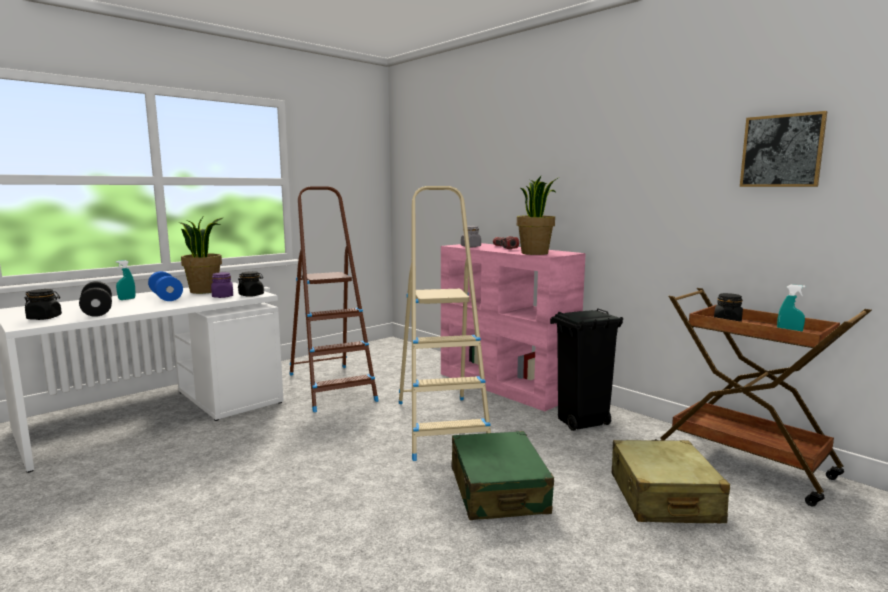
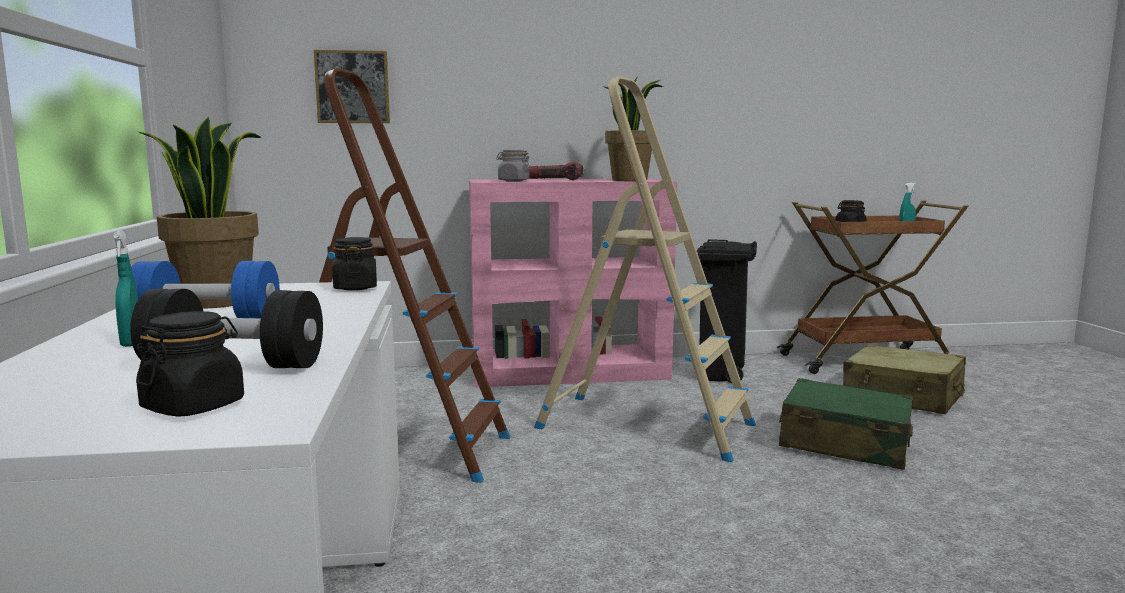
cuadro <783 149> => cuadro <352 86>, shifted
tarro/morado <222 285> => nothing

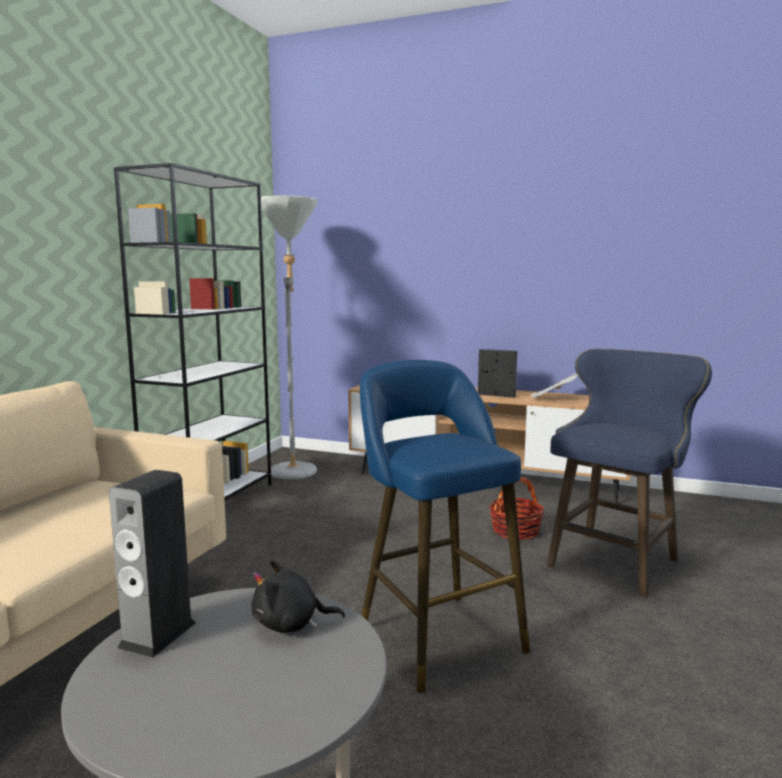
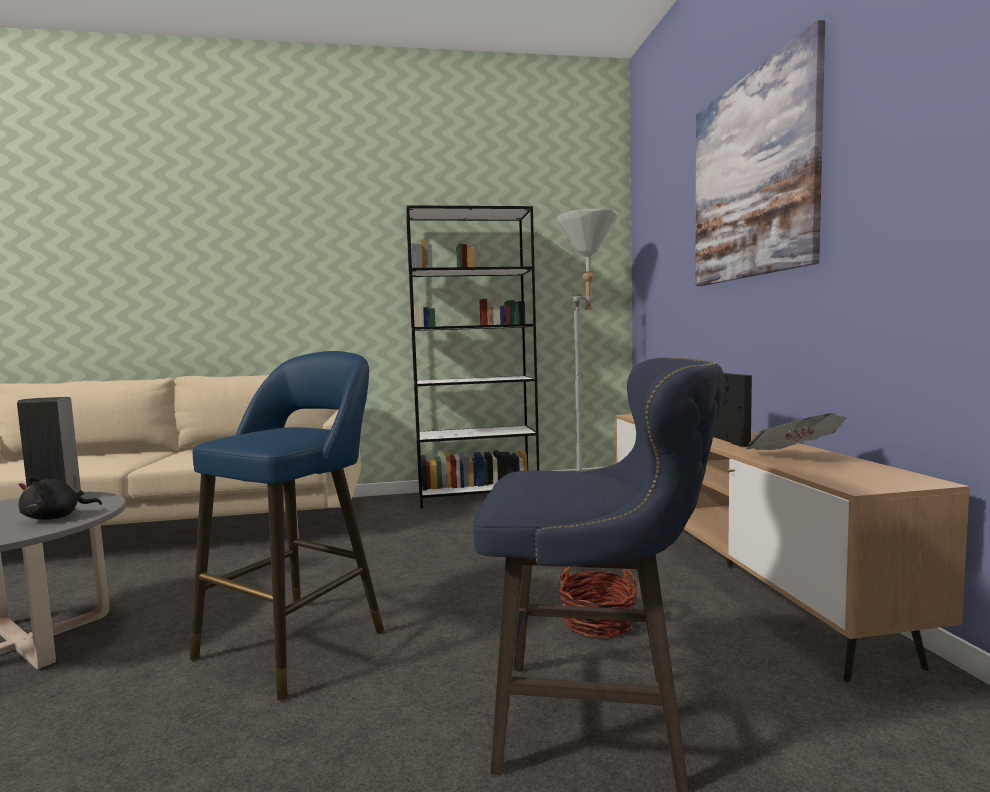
peluche/negro <298 596> => peluche/negro <60 498>, 105 degrees counterclockwise
nothing => cuadro <760 153>

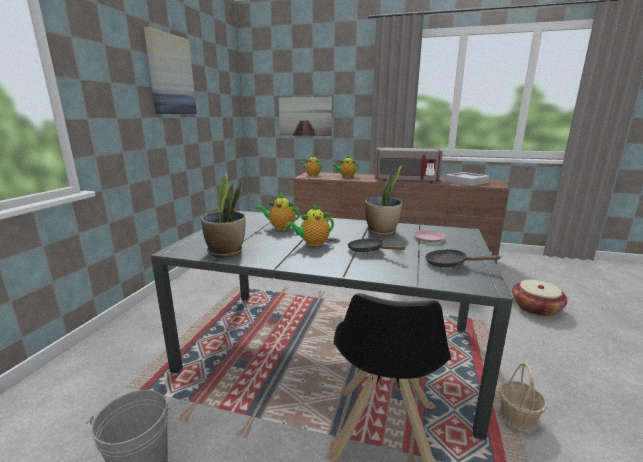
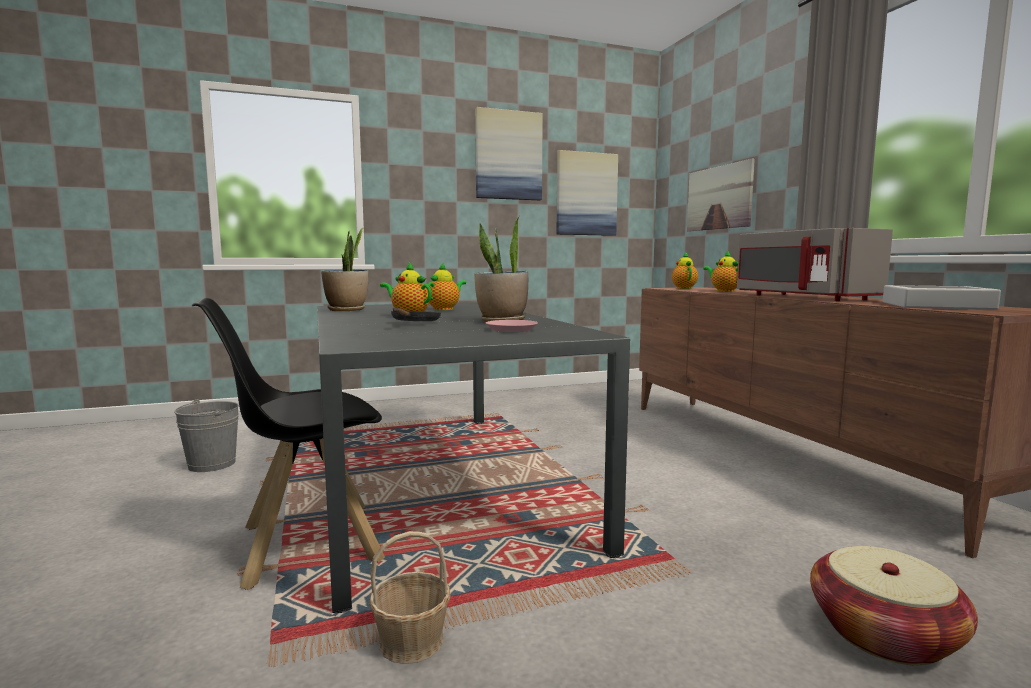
tetera <278 211> => tetera <446 286>, 60 degrees clockwise
nothing => cuadro <587 193>
sartén/negro <463 258> => nothing

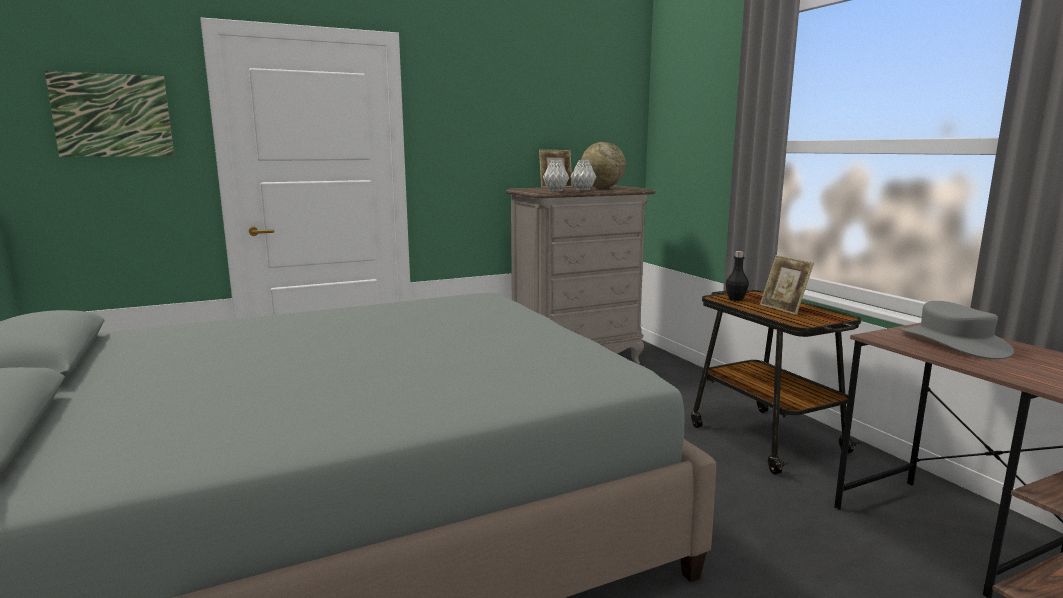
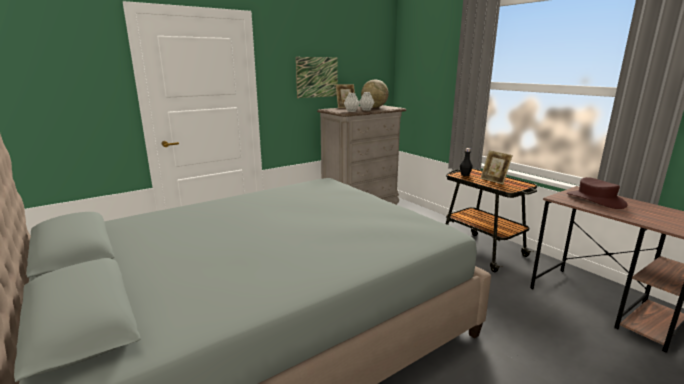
cuadro <109 114> => cuadro <317 77>, shifted
sombrero/gris <957 330> => sombrero/marrón <597 193>

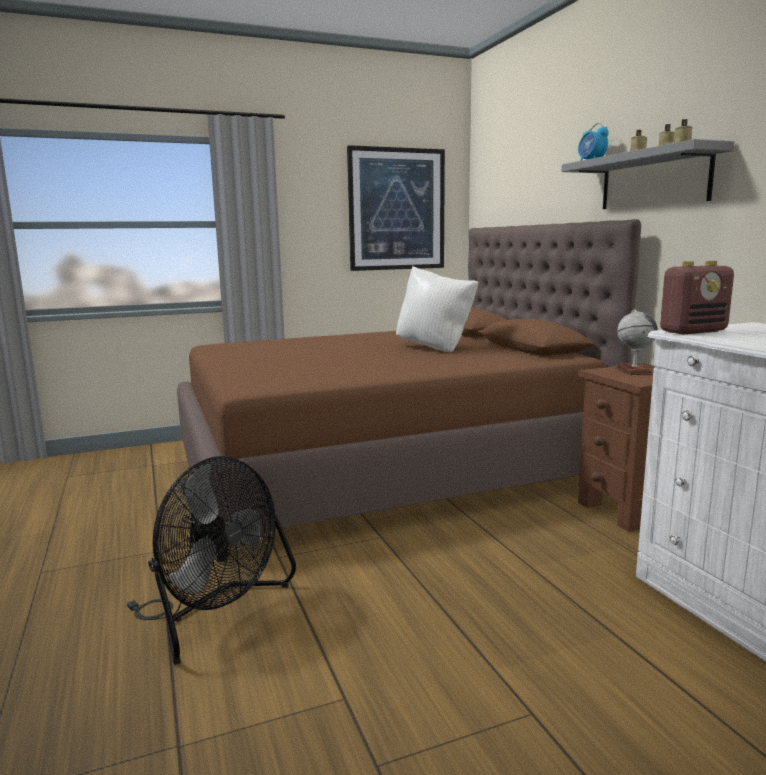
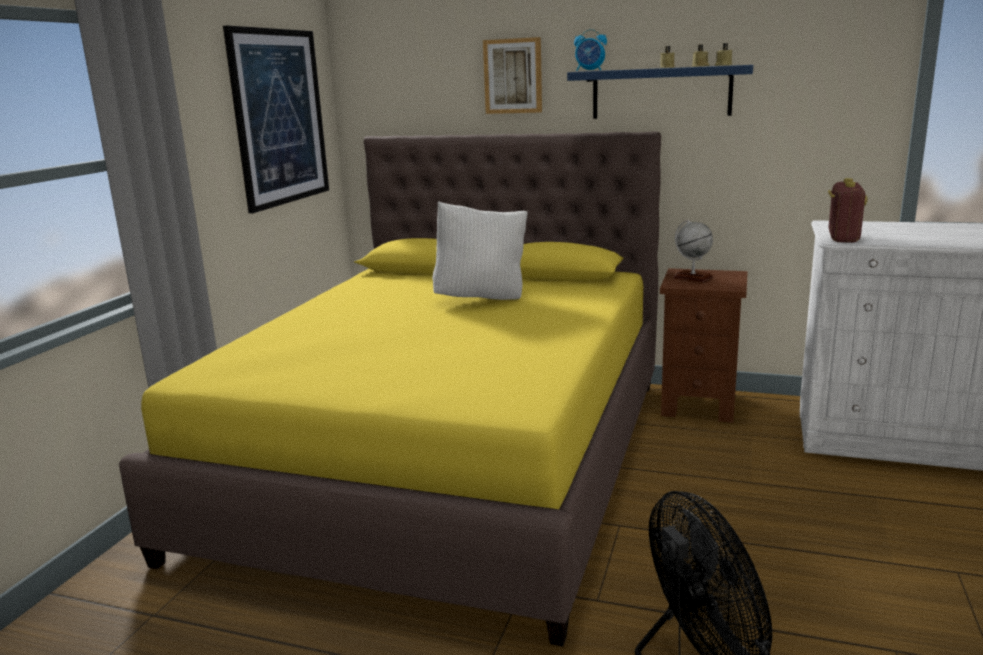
cama/marrón <409 390> => cama/amarillo <390 389>
nothing => cuadro <512 75>
estante/gris <647 174> => estante/azul <660 92>

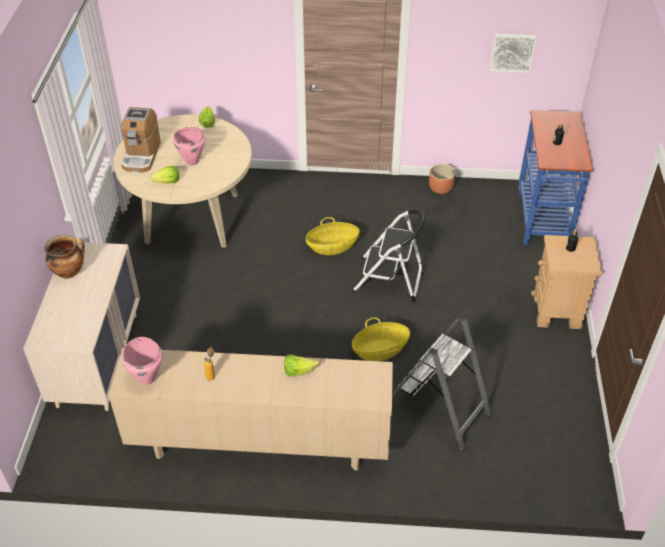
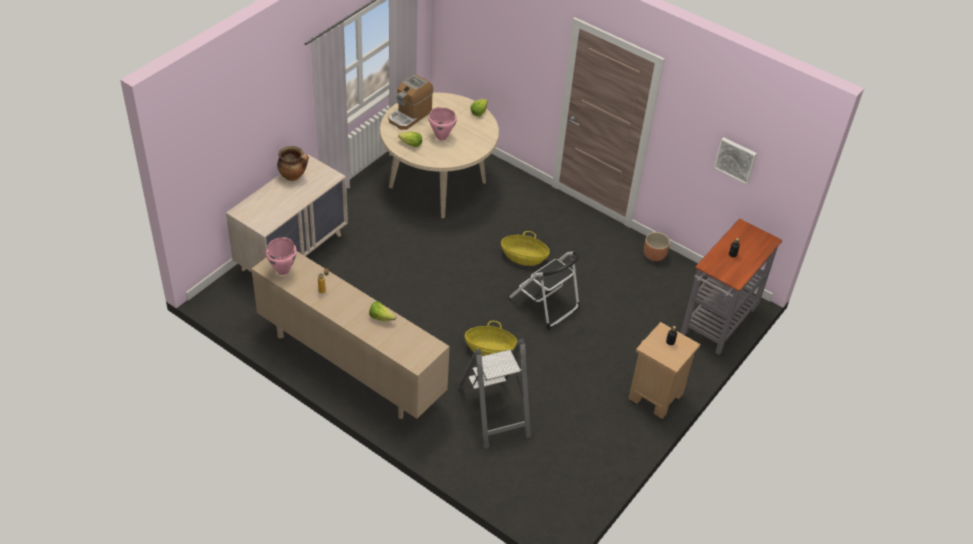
carrito/azul <555 177> => carrito/gris <731 287>

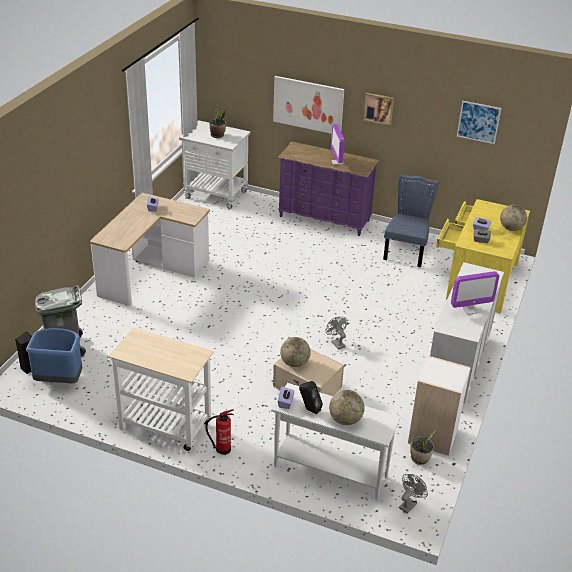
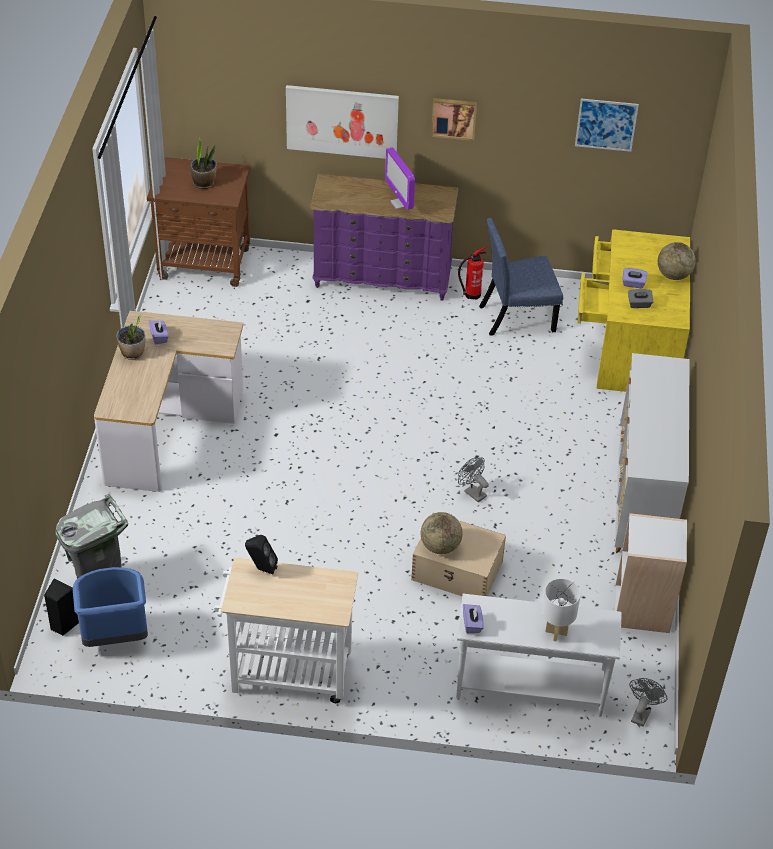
planta en maceta <423 447> => planta en maceta <130 337>, shifted
carrito/blanco <215 164> => carrito/marrón <198 222>
altavoz/negro <311 398> => altavoz/negro <261 554>, shifted
extintor <219 432> => extintor <472 272>, shifted
silla/azul <411 220> => silla/azul <521 277>, 105 degrees counterclockwise
globo terráqueo <347 407> => lámpara de mesa/blanco <561 610>
monitor <475 293> => nothing

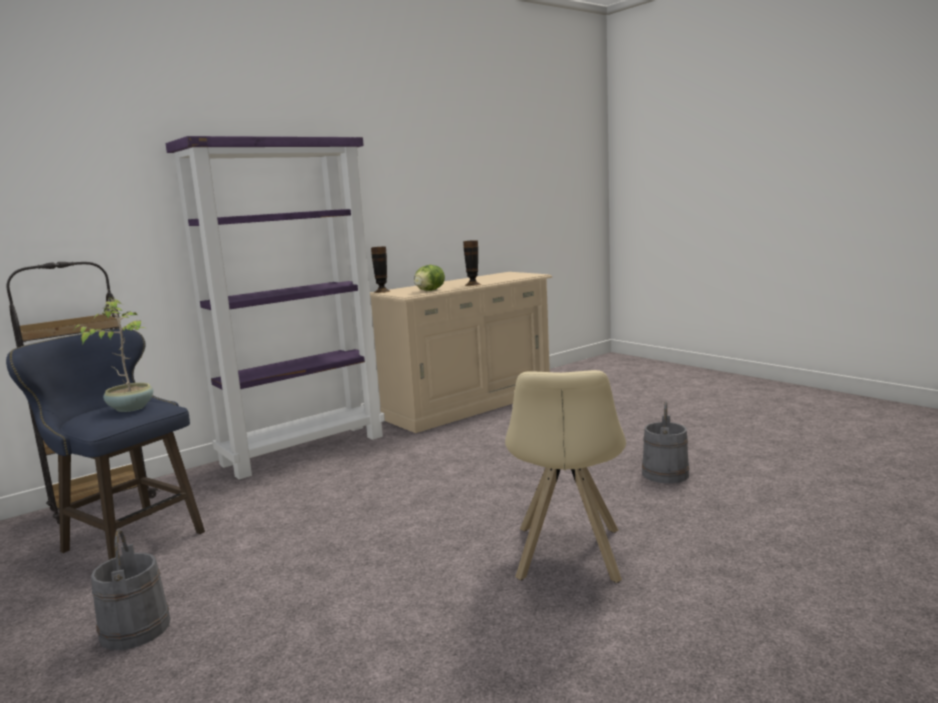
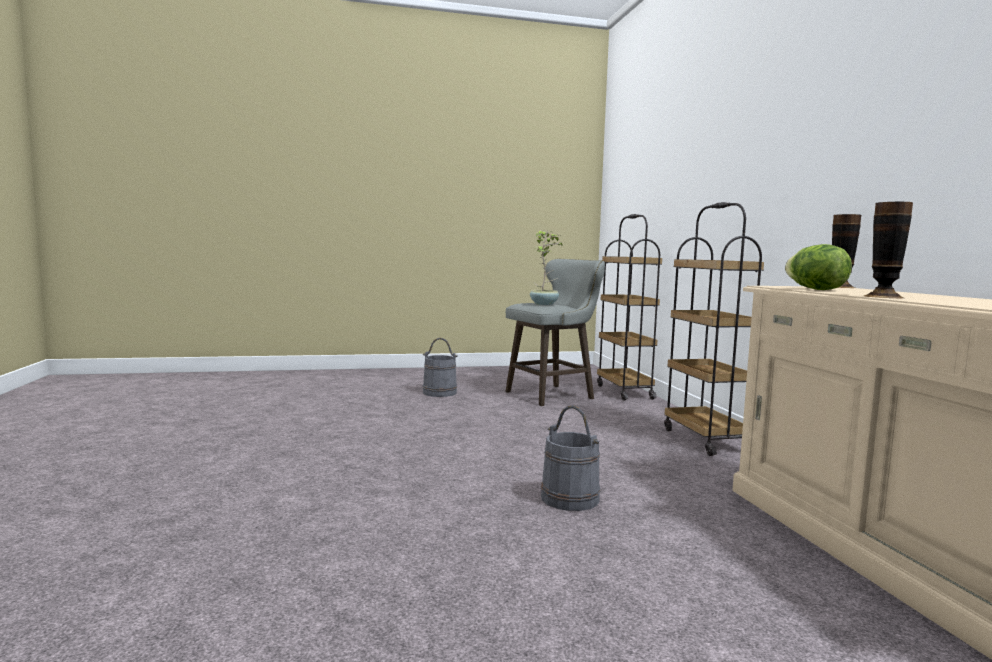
taburete/azul <105 444> => taburete/gris <555 332>
cubo/gris <665 442> => cubo/gris <570 458>, shifted
estantería/morado <275 308> => carrito/marrón <714 329>
silla/beis <565 476> => nothing

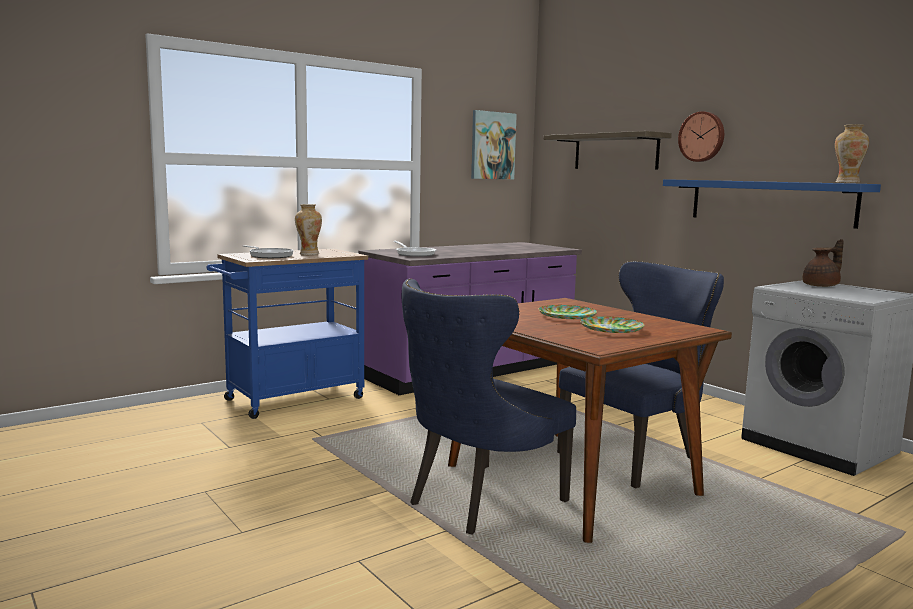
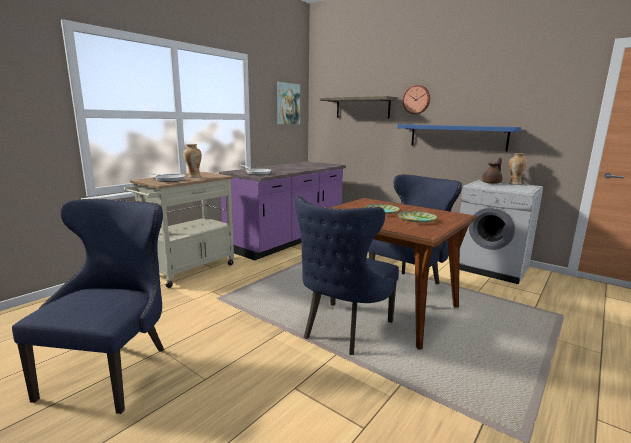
nothing => silla/azul <88 306>
carrito/azul <287 334> => carrito/beis <179 230>
florero <852 153> => florero <518 169>, shifted

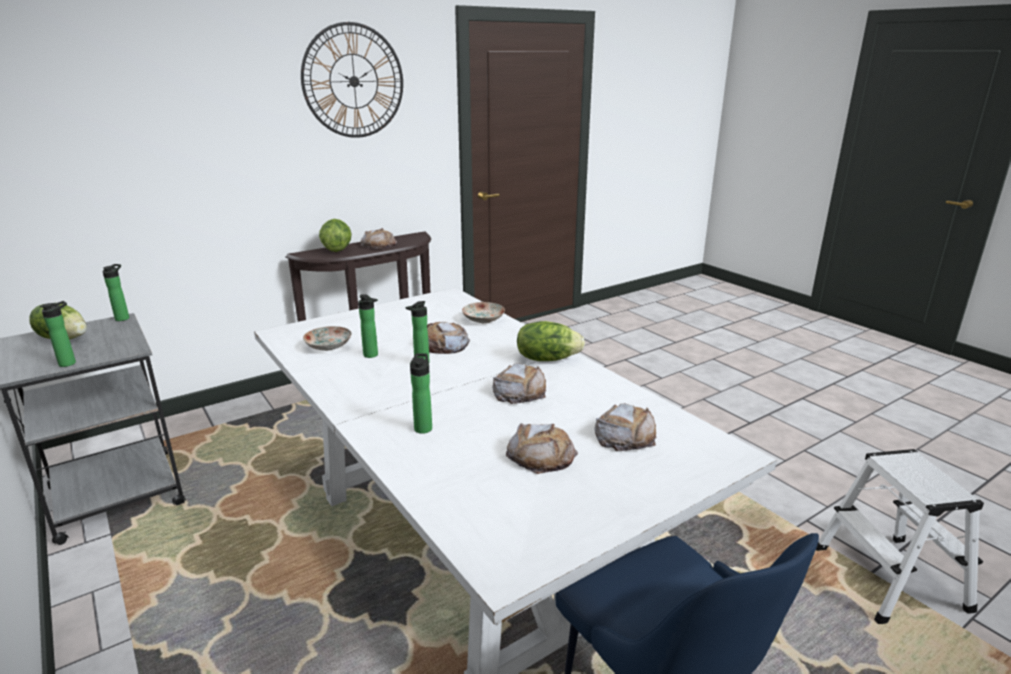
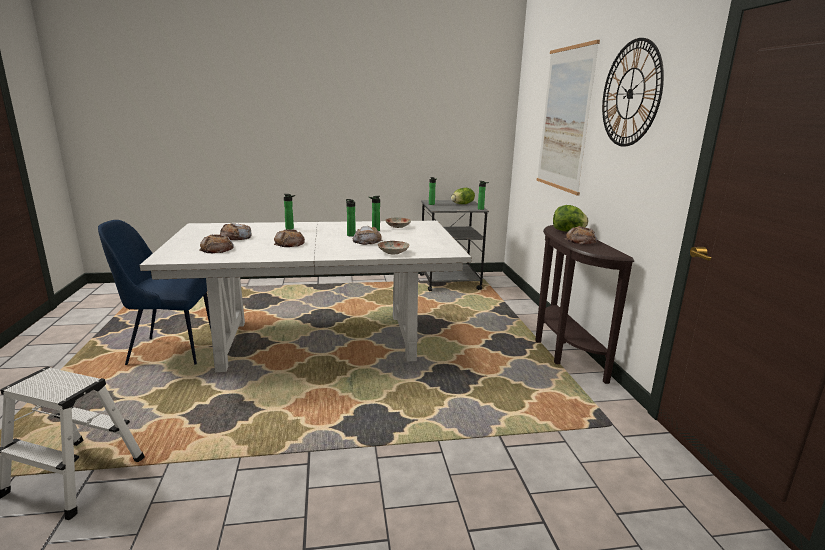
nothing => cuadro <568 117>
lechuga <551 341> => nothing

